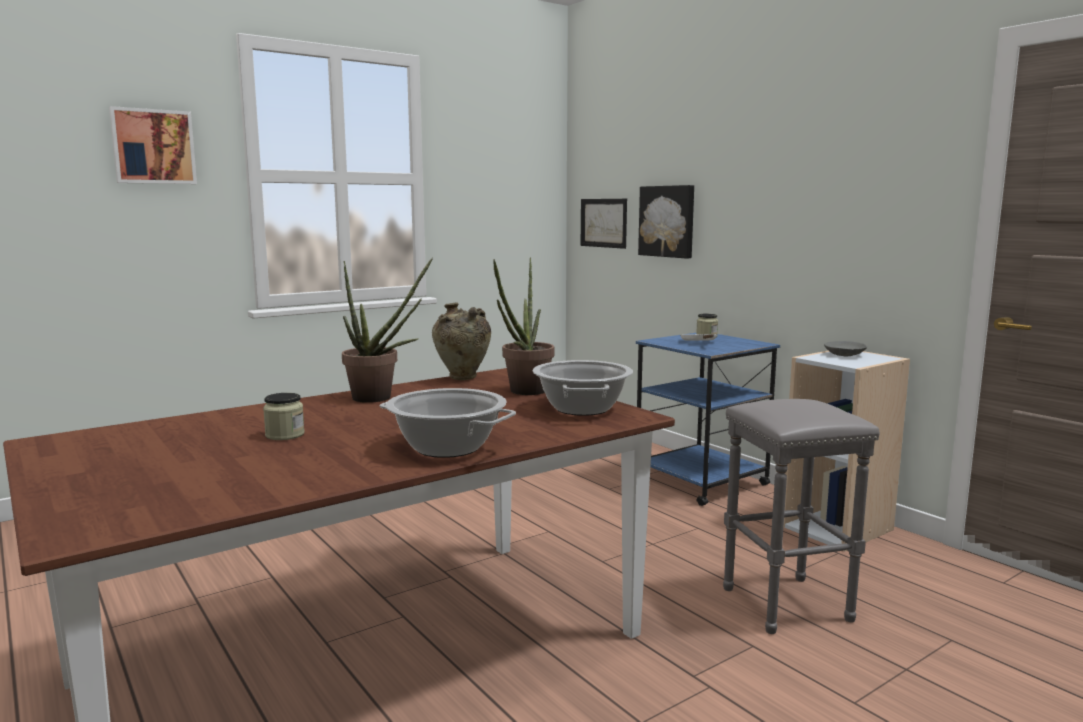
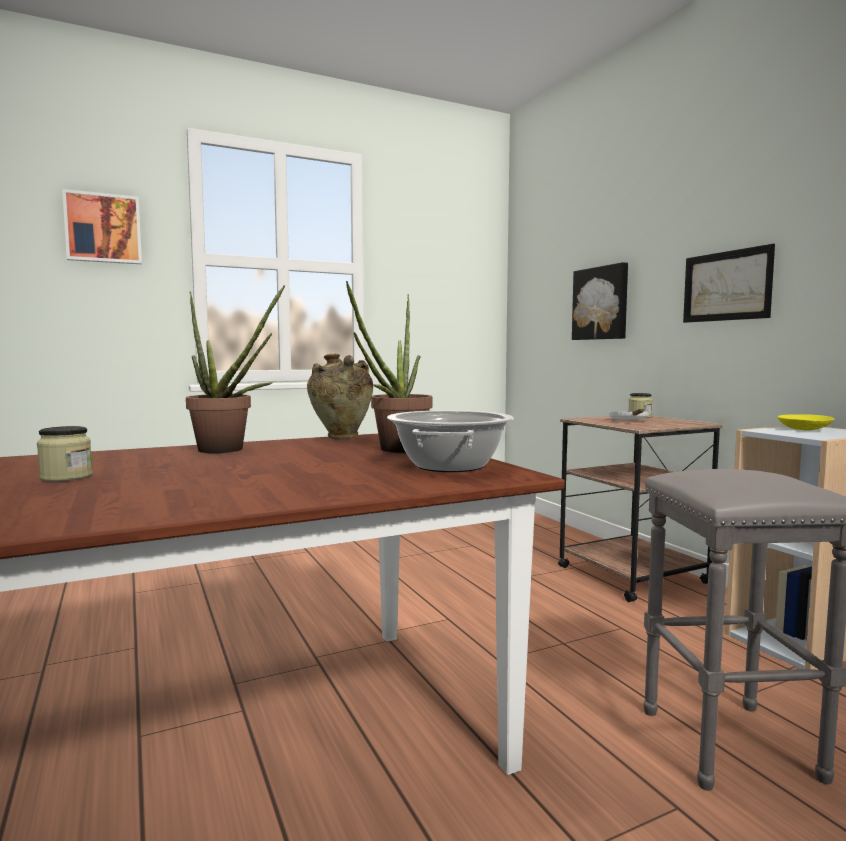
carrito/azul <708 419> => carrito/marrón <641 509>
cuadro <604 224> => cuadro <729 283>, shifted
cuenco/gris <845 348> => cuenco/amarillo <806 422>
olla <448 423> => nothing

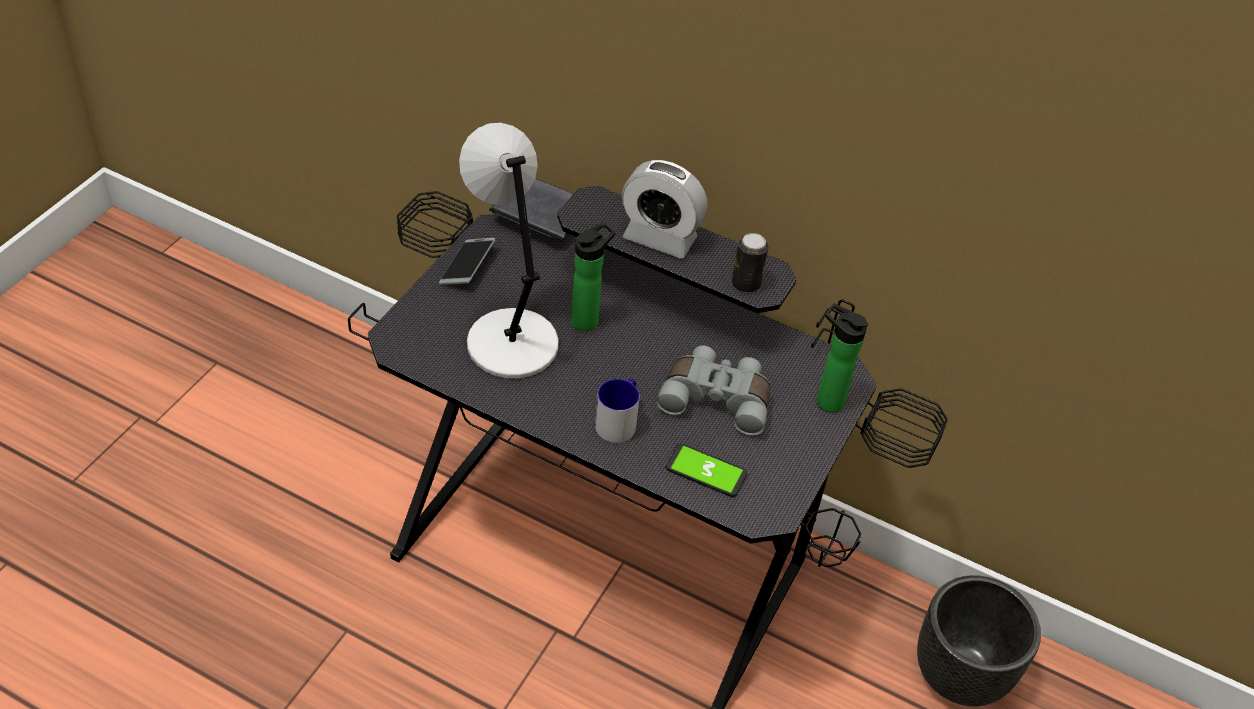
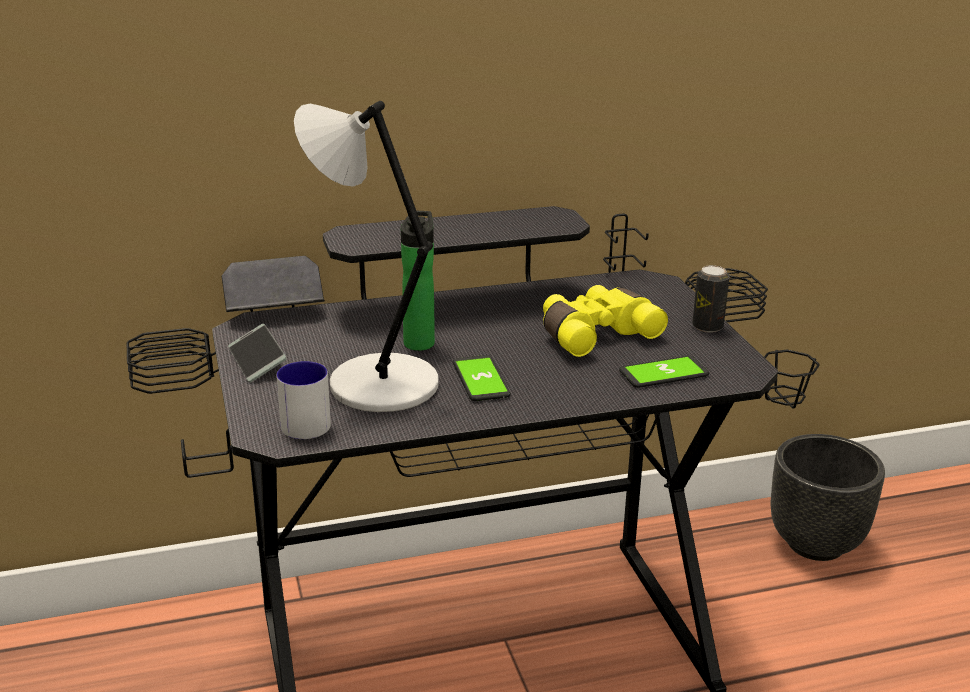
taza grande <617 410> => taza grande <303 400>, shifted
nothing => móvil <482 378>
prismáticos/gris <713 390> => prismáticos/amarillo <605 321>
lata <750 263> => lata <711 299>, shifted
despertador <664 209> => nothing
botella <842 358> => nothing

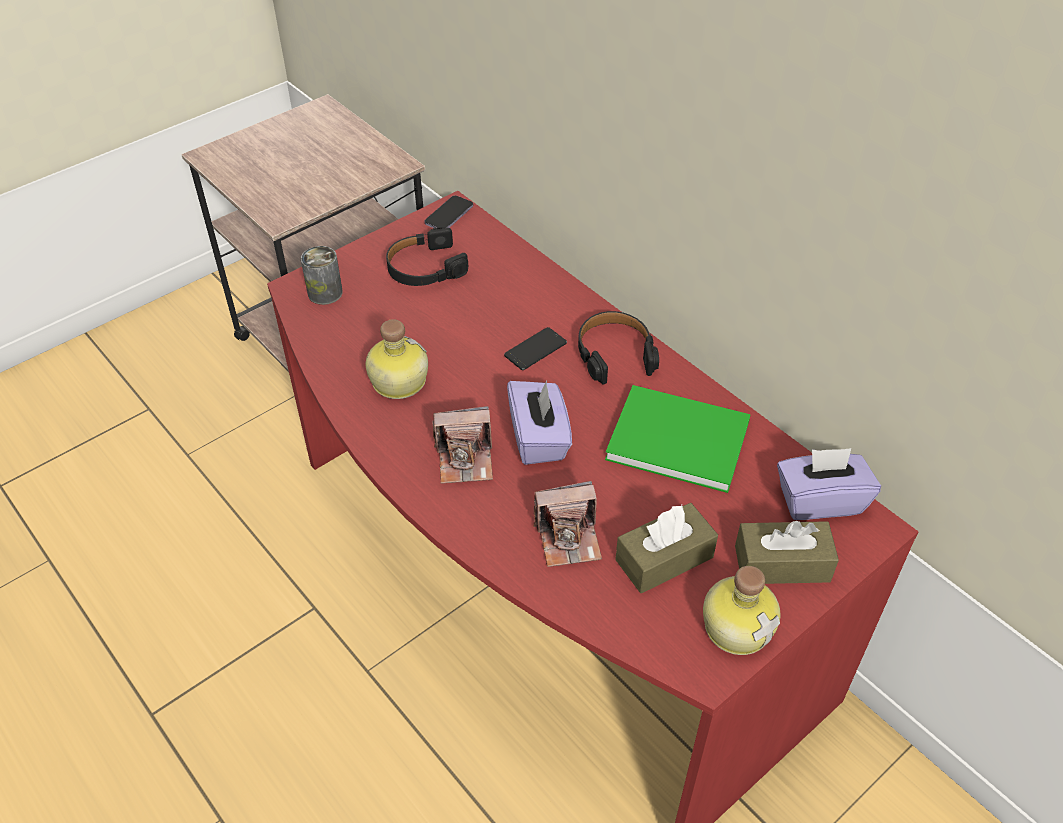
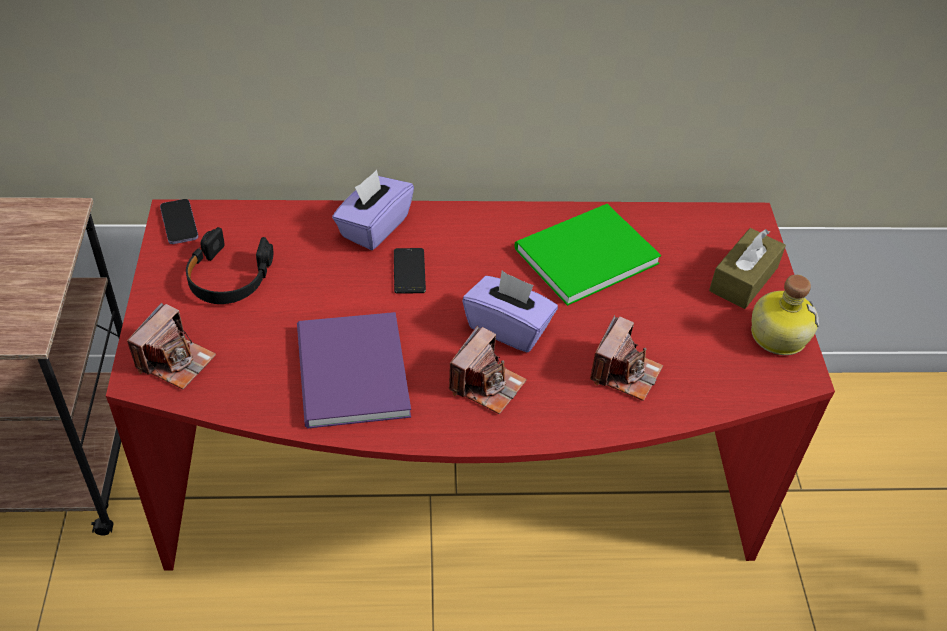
lata <322 275> => cámara <171 345>
botella <396 359> => libro/morado <354 370>
caja de pañuelos/morado <829 484> => caja de pañuelos/morado <373 210>, shifted
auriculares/negro <618 347> => nothing
caja de pañuelos/marrón <666 548> => nothing

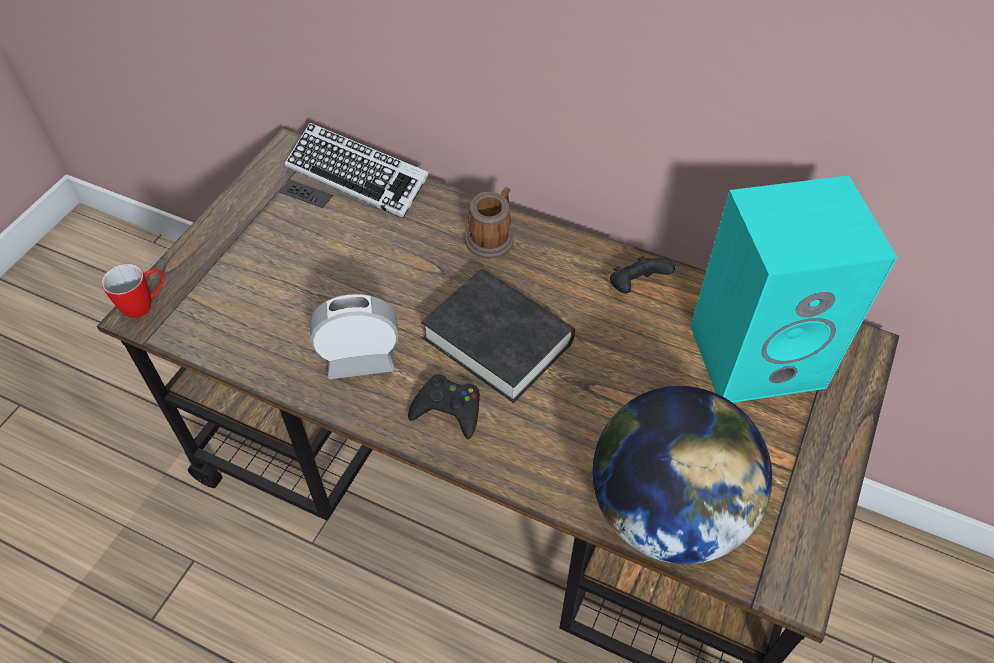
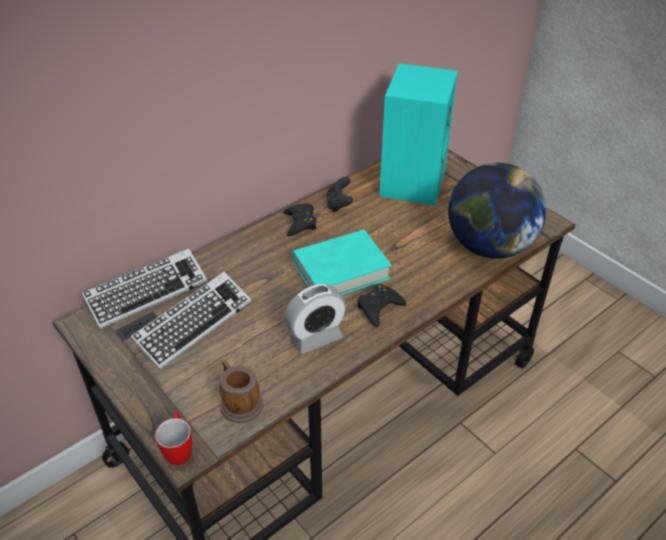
nothing => teclado <190 321>
taza grande <489 223> => taza grande <241 392>, shifted
nothing => mando de consola/negro <300 219>
despertador <354 336> => despertador <315 319>, 135 degrees counterclockwise
libro/negro <498 336> => libro/turquesa <342 262>

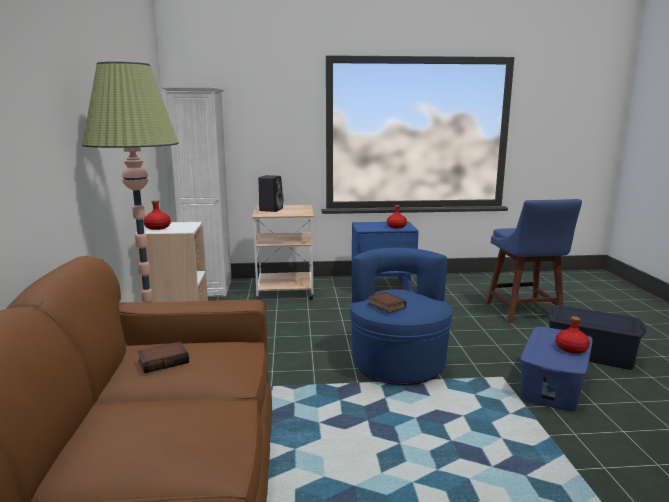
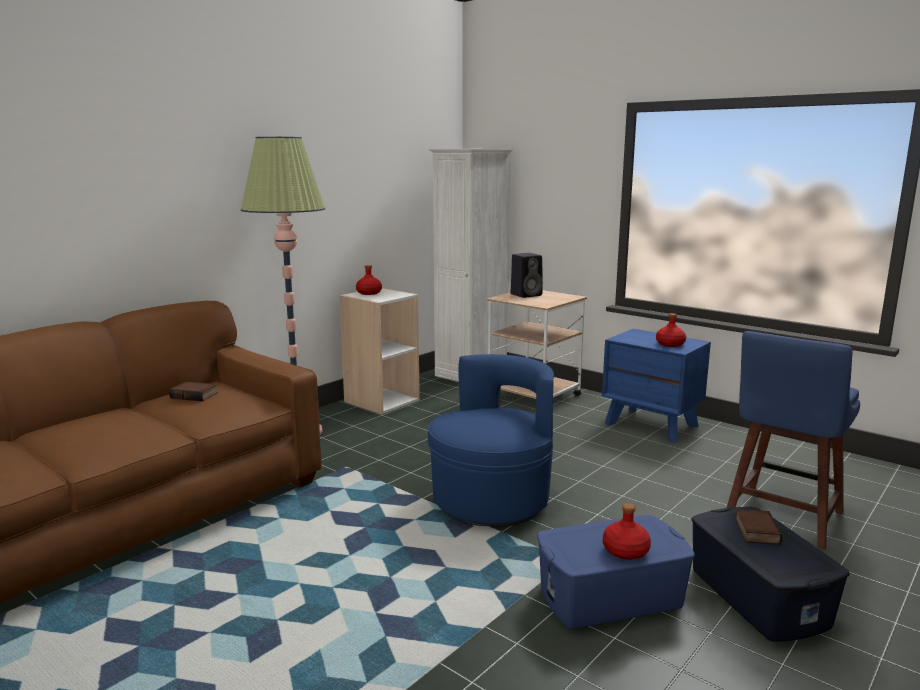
libro <387 302> => libro <759 527>, shifted

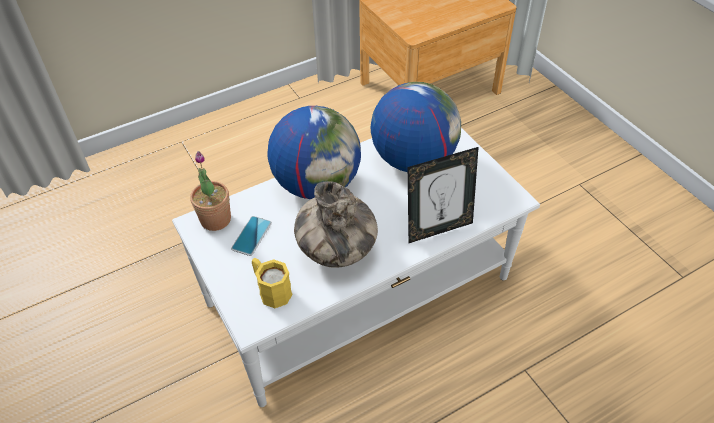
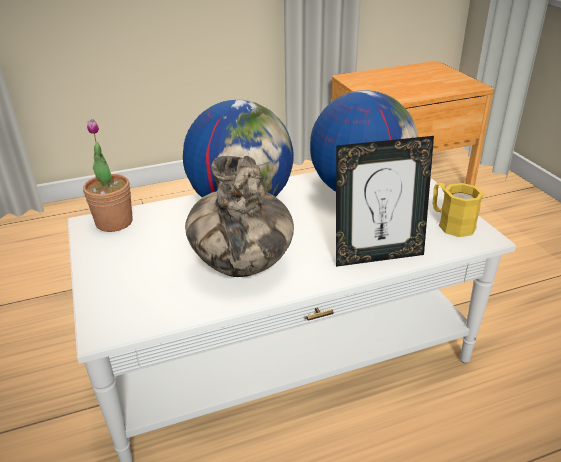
taza grande/amarillo <272 283> => taza grande/amarillo <458 210>, shifted
móvil <251 236> => nothing

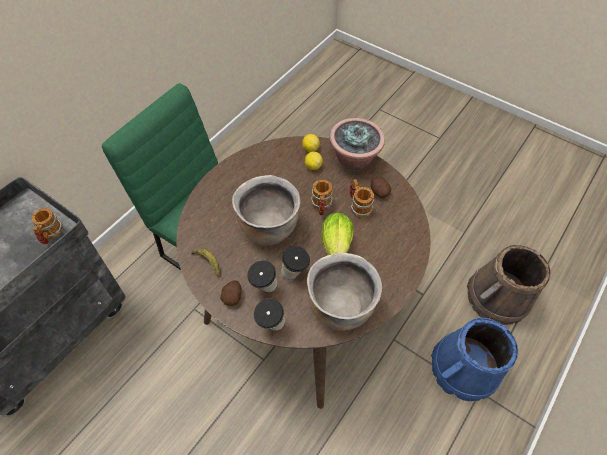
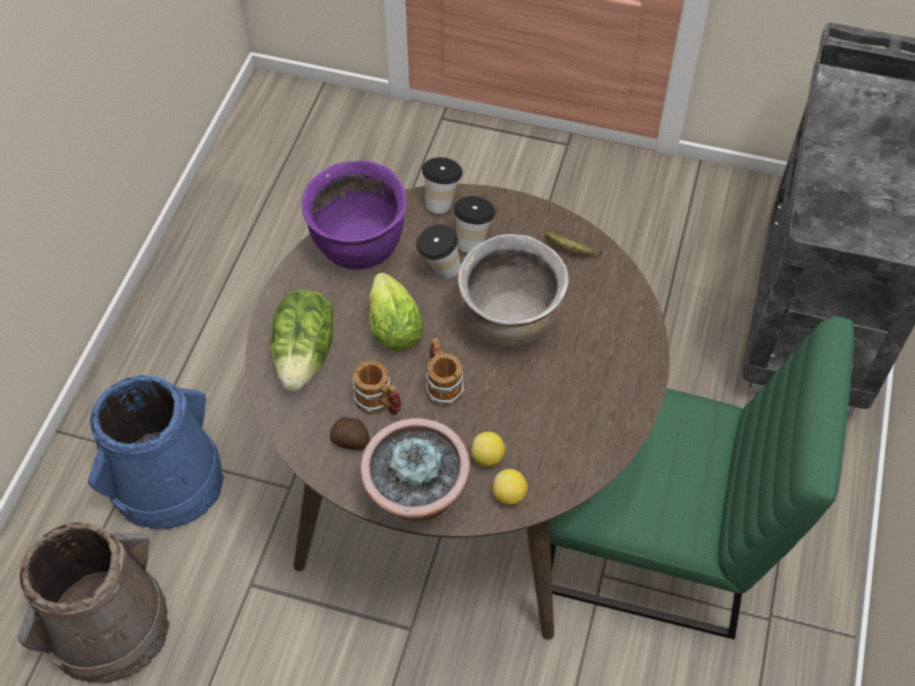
nothing => lechuga <302 341>
olla/marrón <344 292> => olla/morado <354 214>
taza grande <47 226> => nothing
patata <231 293> => nothing

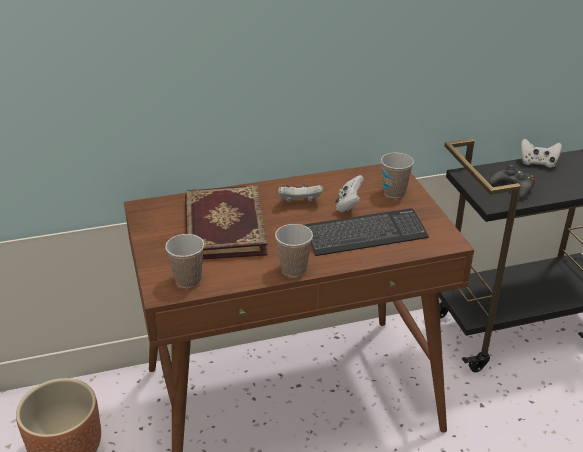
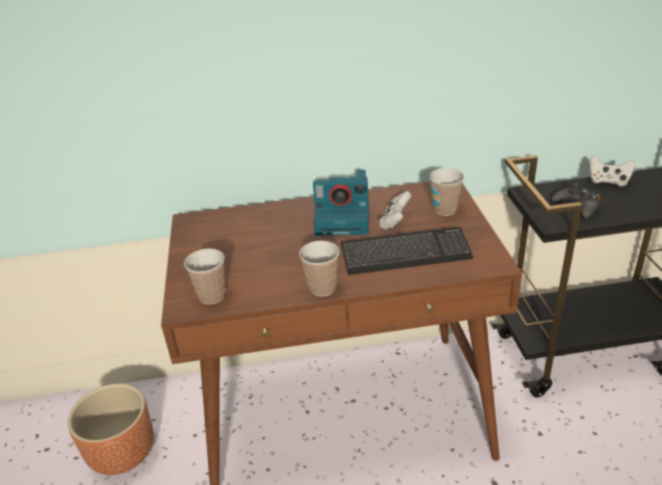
mando de consola/blanco <300 193> => cámara <341 202>
libro <226 222> => nothing

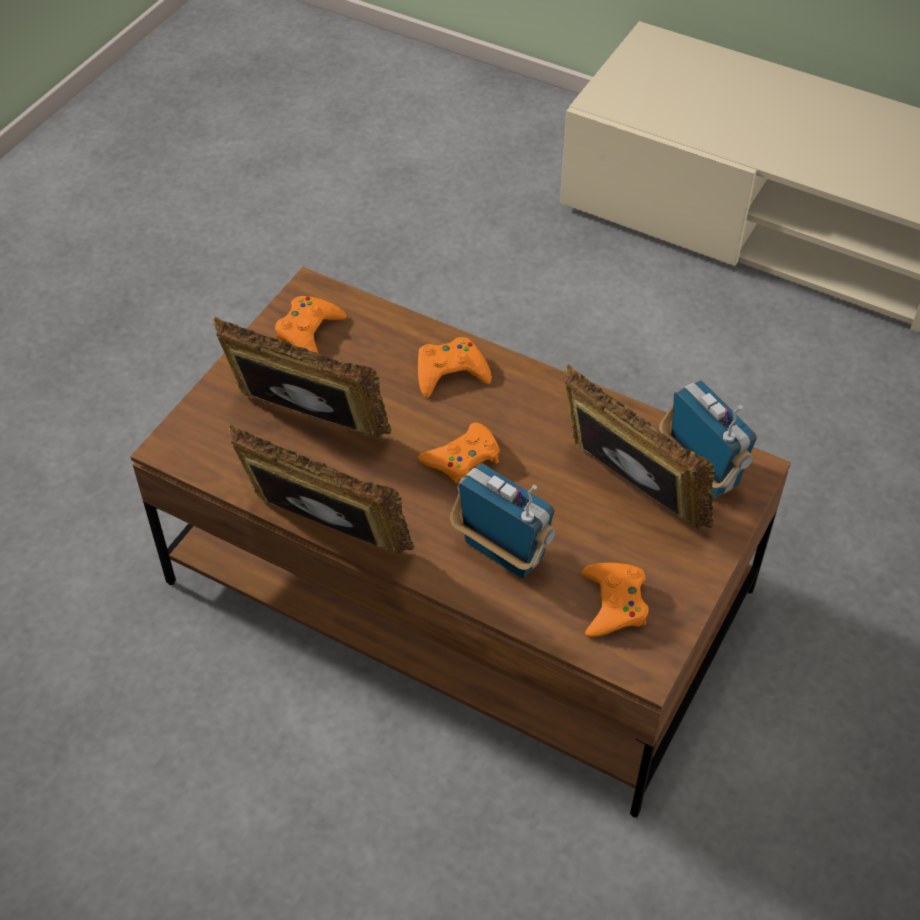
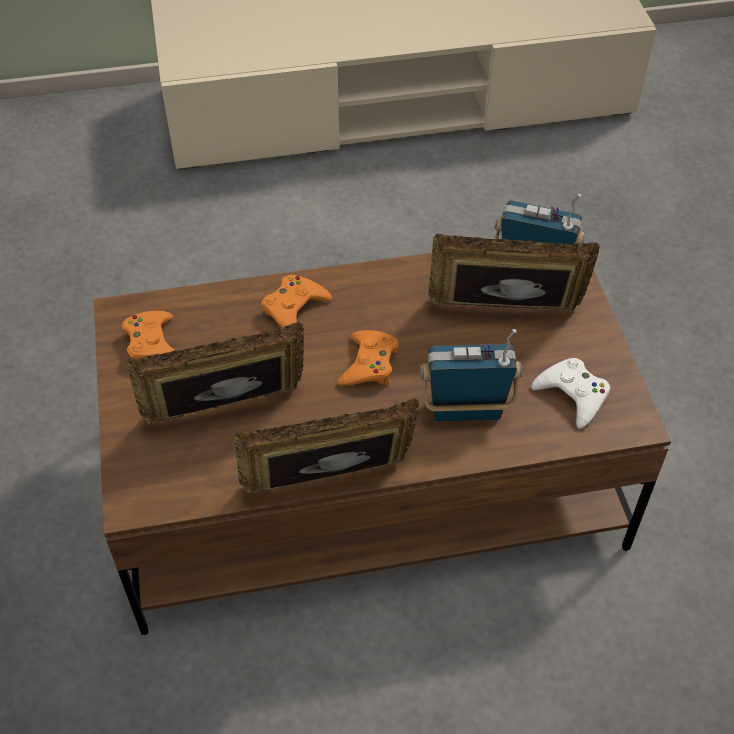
mando de consola/naranja <615 600> => mando de consola/blanco <570 393>

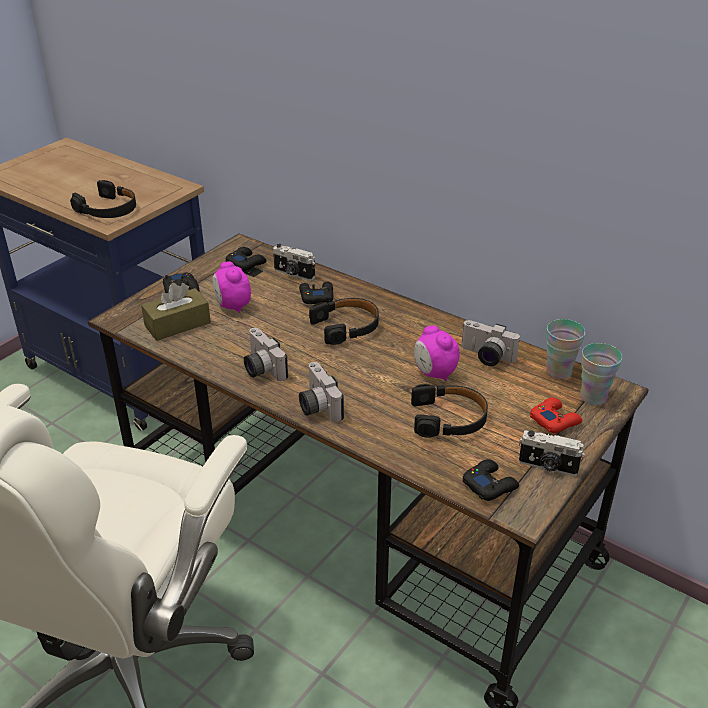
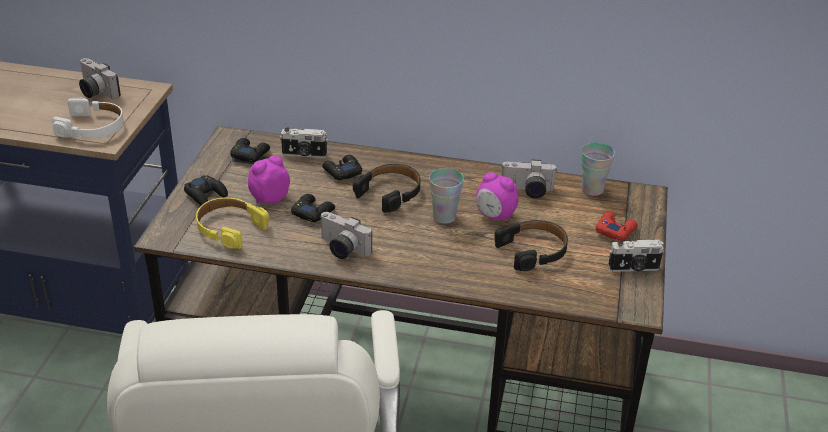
auriculares/negro <103 199> => auriculares/blanco <88 117>
cámara <321 392> => cámara <100 78>, shifted
caja de pañuelos/marrón <176 312> => auriculares/amarillo <232 223>
despertador <231 287> => despertador <269 179>, 105 degrees clockwise
mando de consola/negro <490 480> => mando de consola/negro <313 208>, shifted
taza <601 374> => taza <446 196>, shifted

